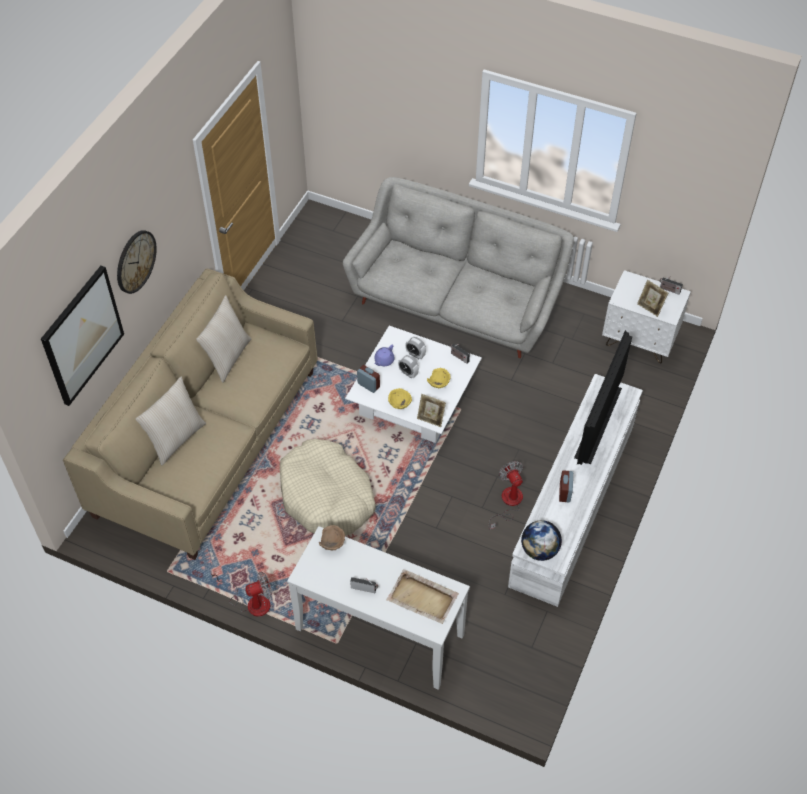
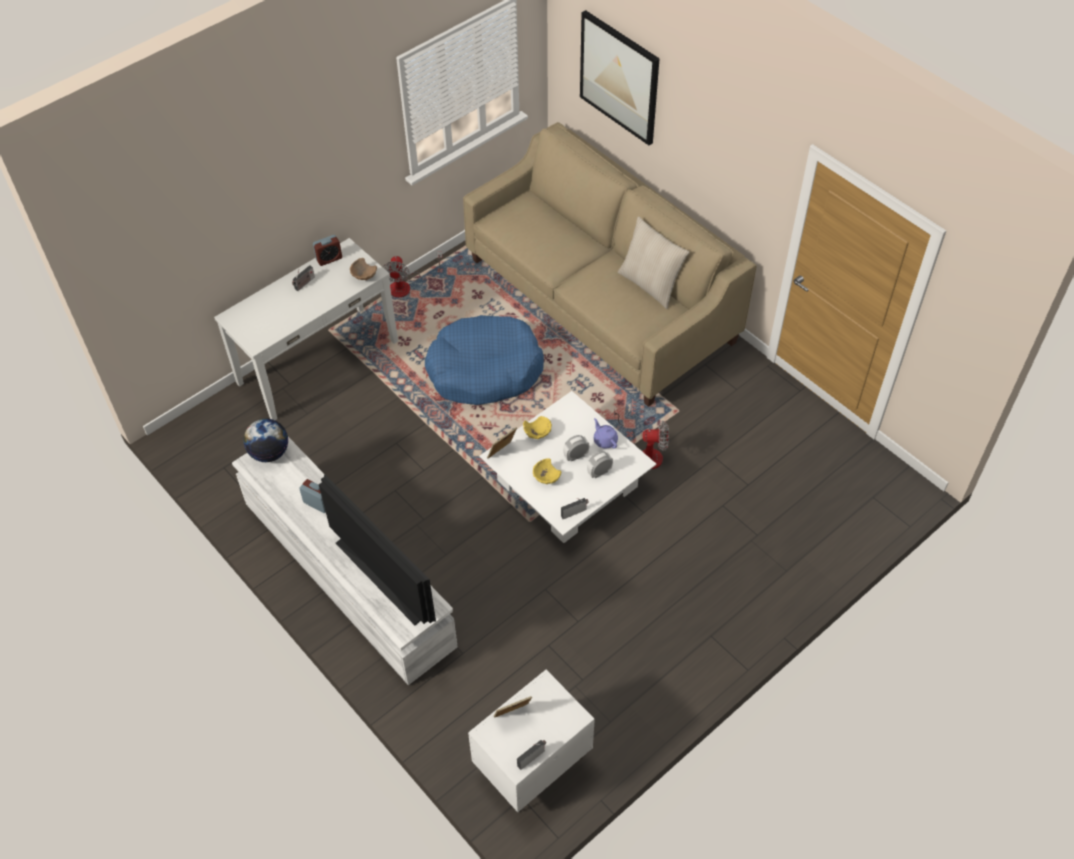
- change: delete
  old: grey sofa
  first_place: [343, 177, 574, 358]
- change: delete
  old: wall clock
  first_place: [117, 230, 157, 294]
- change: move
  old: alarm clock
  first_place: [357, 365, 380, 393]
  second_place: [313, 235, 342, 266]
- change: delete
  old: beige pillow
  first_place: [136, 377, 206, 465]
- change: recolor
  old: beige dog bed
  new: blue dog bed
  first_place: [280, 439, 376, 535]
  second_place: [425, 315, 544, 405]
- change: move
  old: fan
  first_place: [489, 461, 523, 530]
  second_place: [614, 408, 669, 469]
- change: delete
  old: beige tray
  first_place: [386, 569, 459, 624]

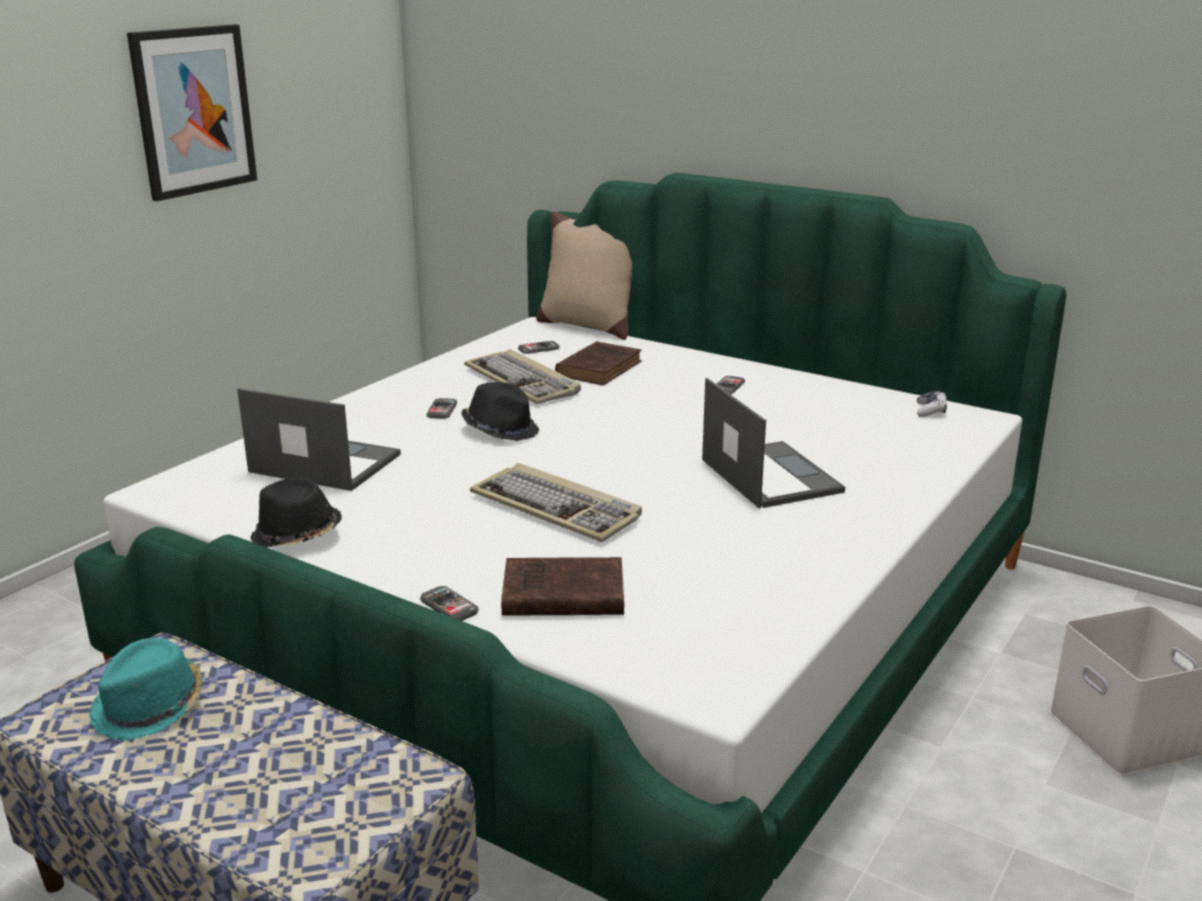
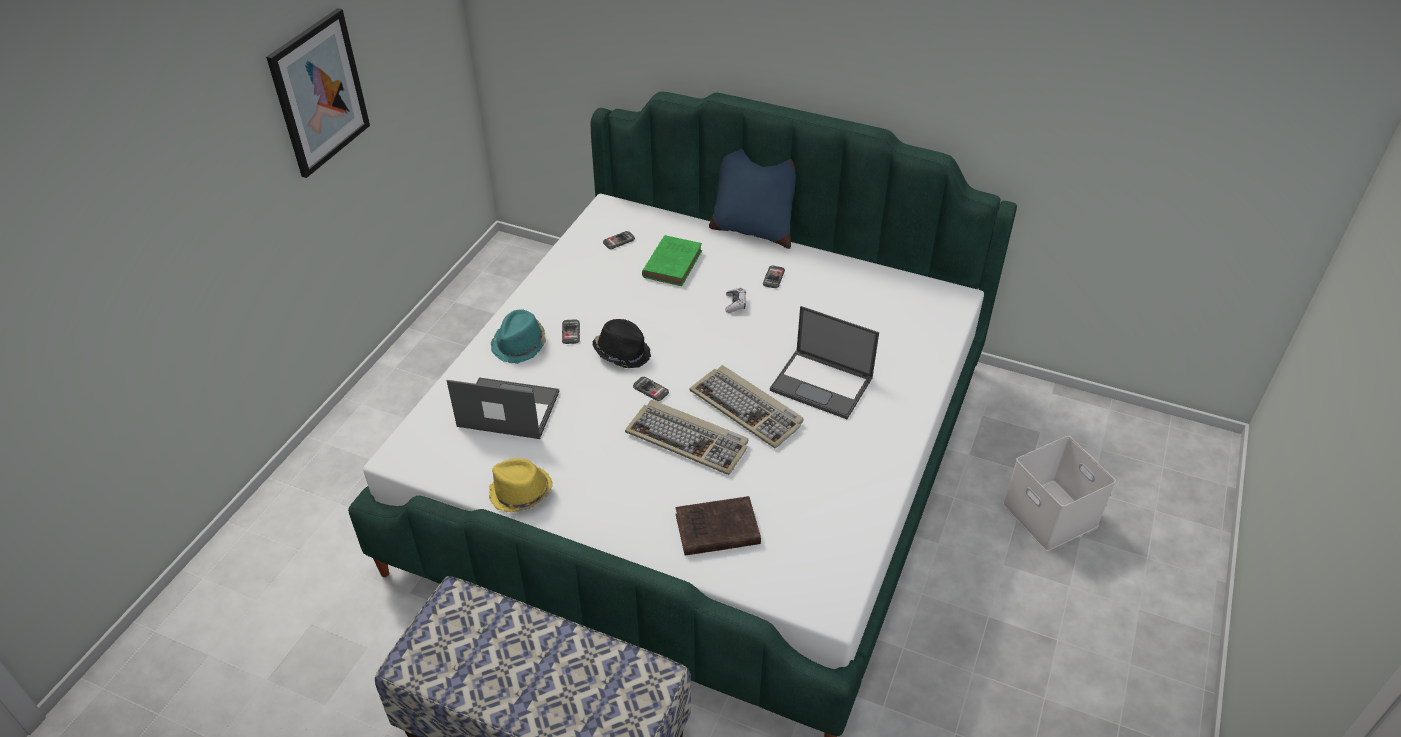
- change: delete
  old: beige pillow
  first_place: [536, 212, 632, 340]
- change: recolor
  old: brown book
  new: green book
  first_place: [555, 341, 642, 385]
  second_place: [642, 235, 702, 286]
- change: move
  old: keyboard
  first_place: [464, 349, 581, 404]
  second_place: [689, 365, 804, 449]
- change: rotate
  old: laptop
  first_place: [702, 378, 845, 509]
  second_place: [770, 306, 879, 419]
  degrees: 150
- change: move
  old: game controller
  first_place: [917, 391, 947, 417]
  second_place: [725, 288, 746, 313]
- change: recolor
  old: black hat
  new: yellow hat
  first_place: [250, 477, 342, 548]
  second_place: [489, 458, 553, 512]
- change: move
  old: phone
  first_place: [420, 586, 479, 621]
  second_place: [633, 377, 669, 401]
- change: move
  old: turquoise hat
  first_place: [89, 638, 202, 741]
  second_place: [491, 309, 546, 364]
- change: insert
  new: blue pillow
  second_place: [709, 149, 796, 249]

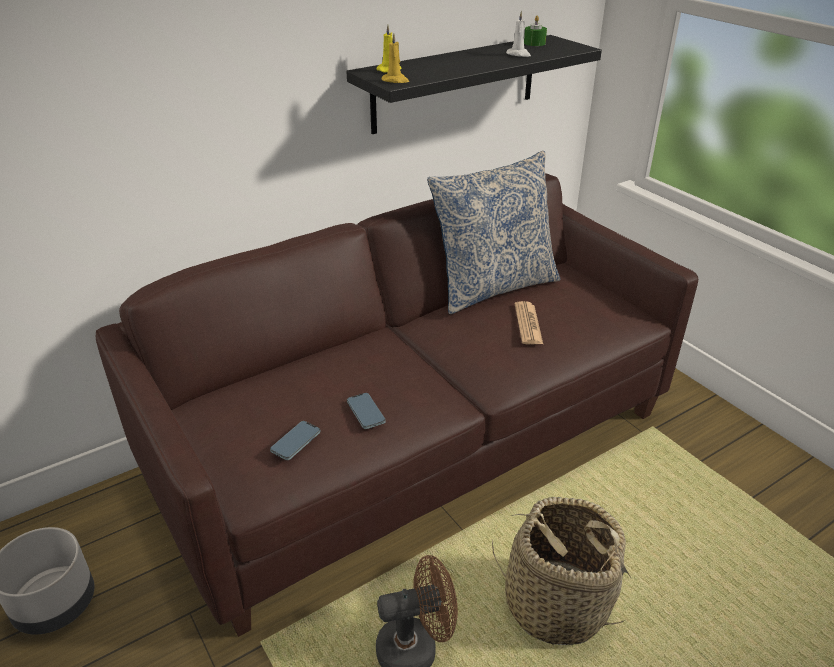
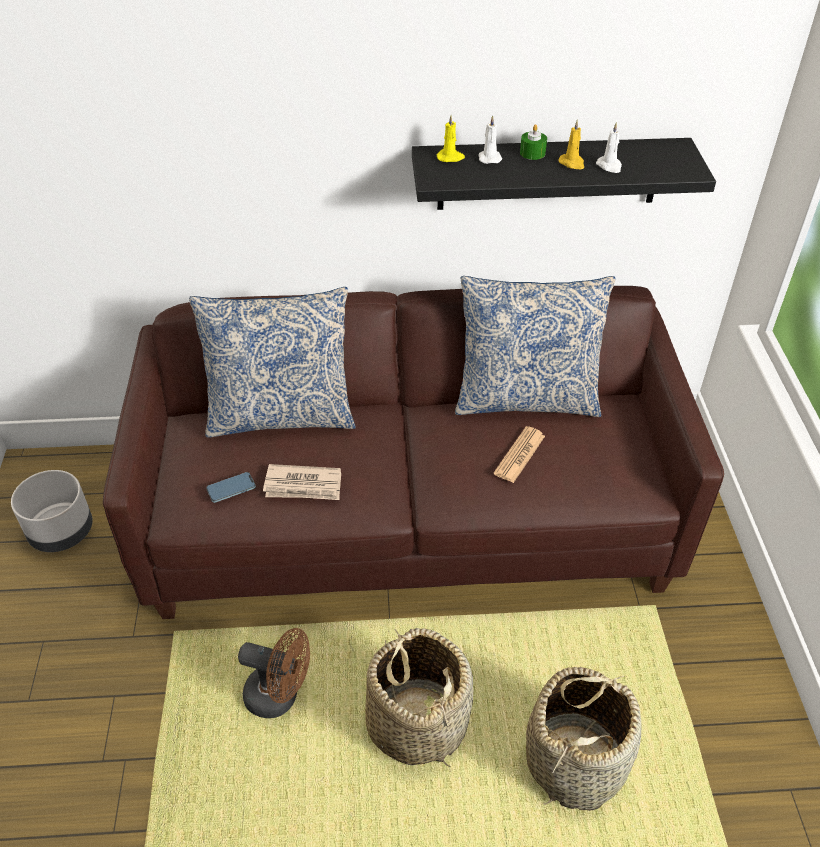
- change: move
  old: green candle
  first_place: [524, 16, 547, 46]
  second_place: [520, 124, 547, 160]
- change: move
  old: yellow candle
  first_place: [382, 33, 409, 83]
  second_place: [558, 119, 584, 169]
- change: replace
  old: phone
  new: newspaper
  first_place: [347, 393, 386, 429]
  second_place: [263, 464, 341, 500]
- change: insert
  new: white candle
  second_place: [478, 115, 502, 164]
- change: insert
  new: pillow
  second_place: [189, 287, 356, 438]
- change: insert
  new: basket
  second_place: [526, 667, 642, 811]

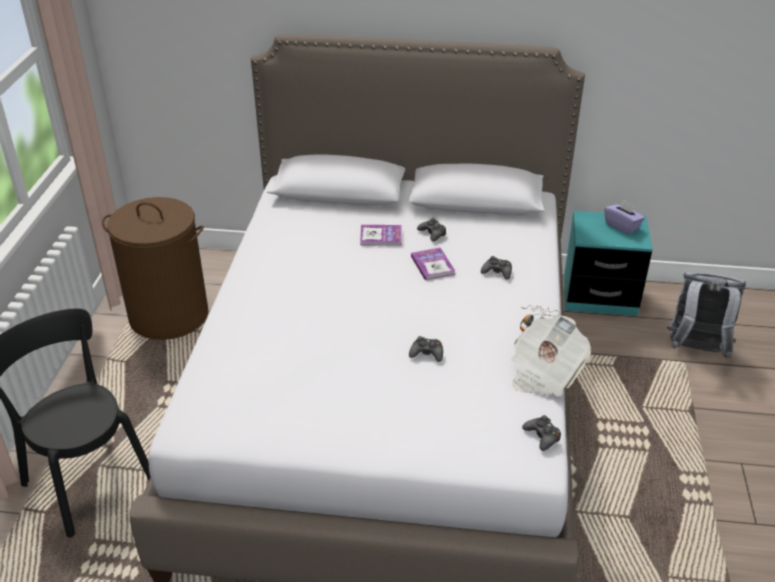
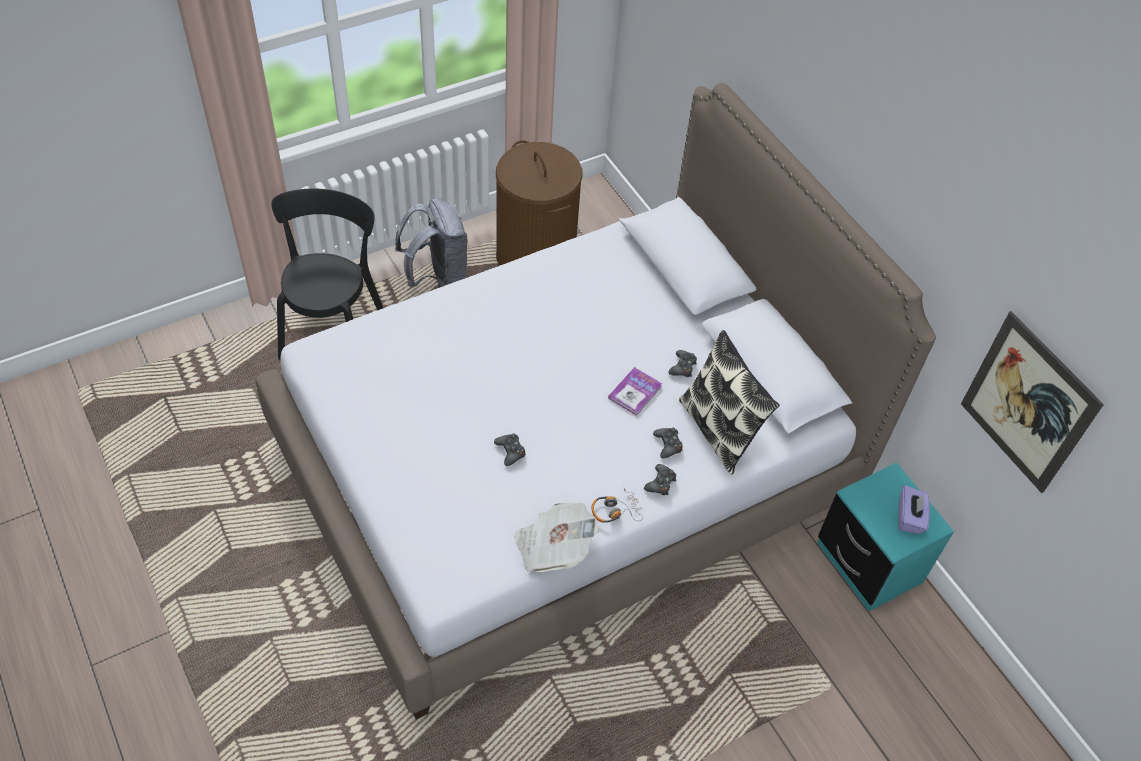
- change: delete
  old: book
  first_place: [360, 225, 402, 246]
- change: move
  old: grey backpack
  first_place: [667, 272, 746, 359]
  second_place: [395, 197, 468, 288]
- change: move
  old: black game controller
  first_place: [522, 415, 561, 451]
  second_place: [644, 464, 676, 495]
- change: insert
  new: picture
  second_place: [961, 311, 1104, 493]
- change: insert
  new: pillow
  second_place: [679, 330, 780, 475]

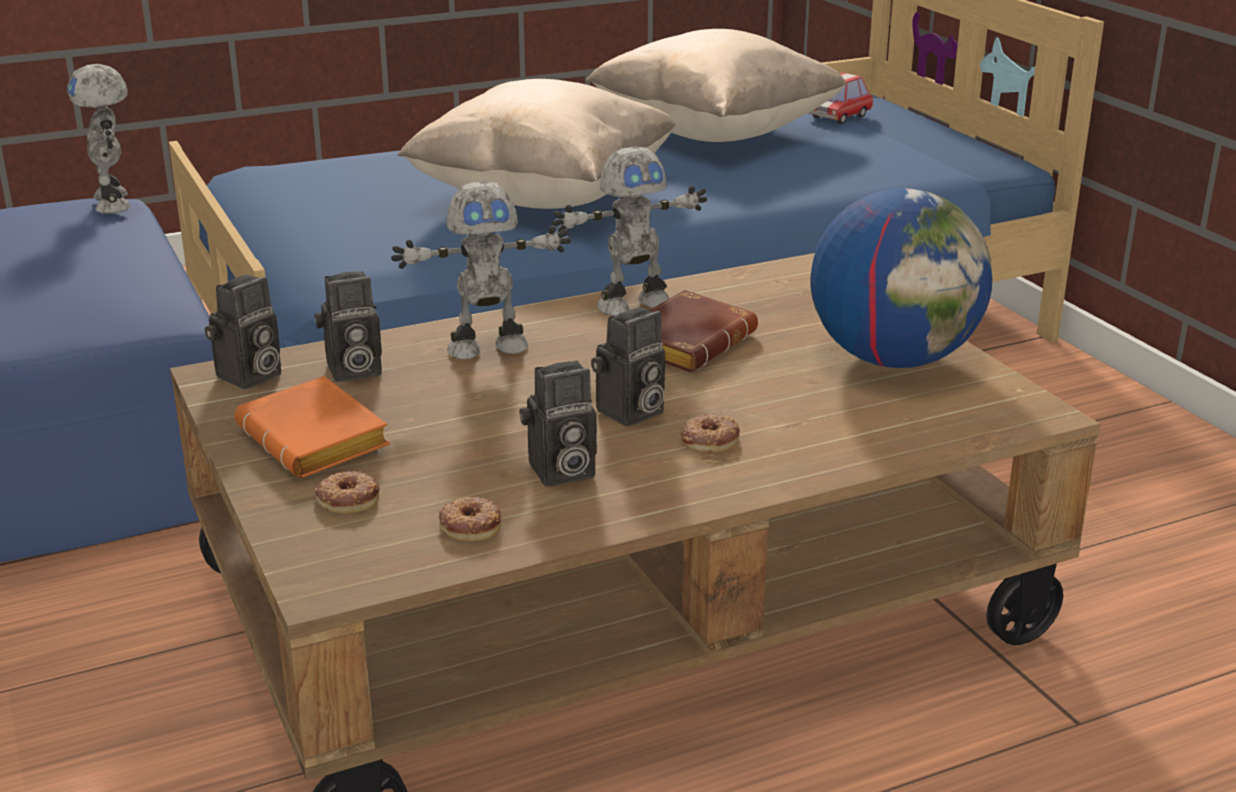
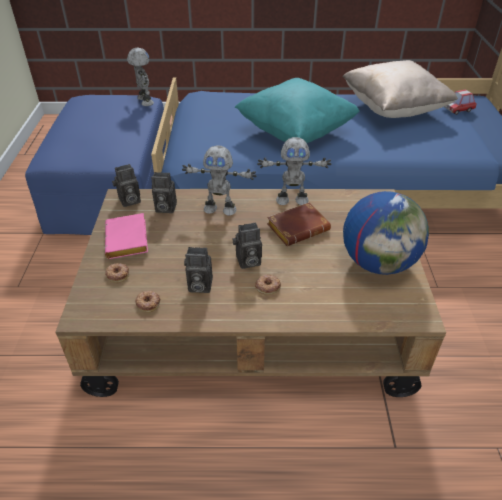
- change: rotate
  old: toy robot
  first_place: [67, 64, 130, 214]
  second_place: [127, 47, 154, 106]
  degrees: 150
- change: recolor
  old: beige pillow
  new: turquoise pillow
  first_place: [397, 79, 676, 209]
  second_place: [234, 78, 360, 143]
- change: recolor
  old: orange book
  new: pink book
  first_place: [235, 376, 390, 478]
  second_place: [105, 213, 148, 259]

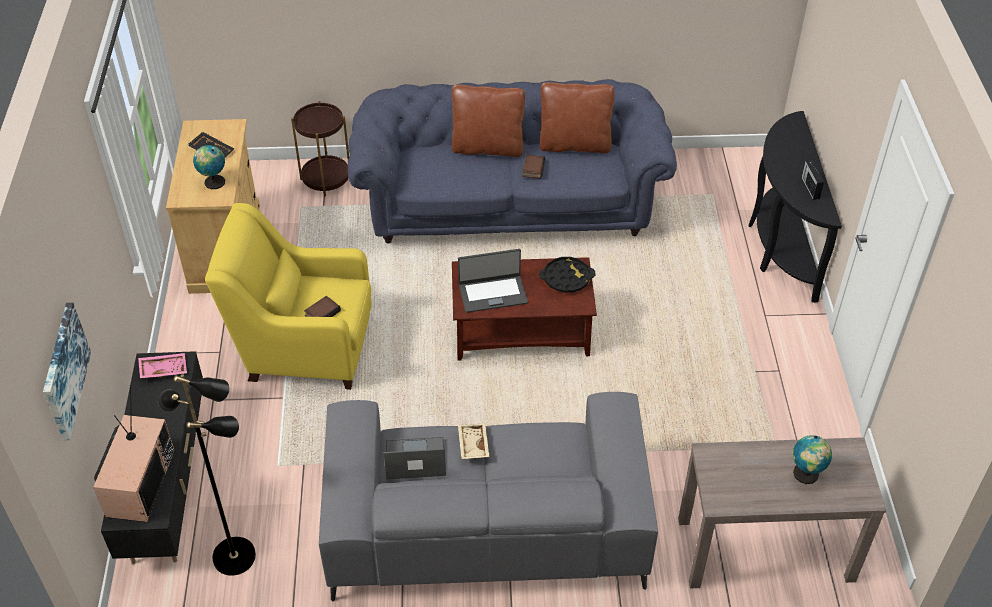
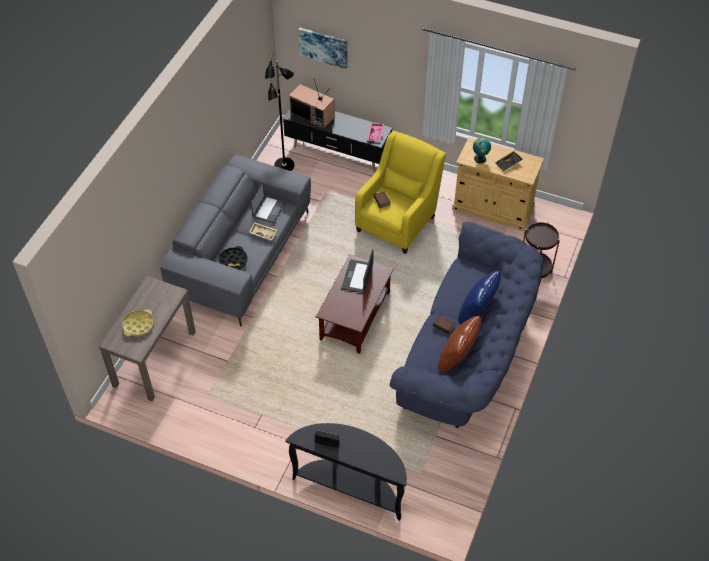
- change: recolor
  old: brown pillow
  new: blue pillow
  first_place: [452, 84, 525, 157]
  second_place: [458, 271, 501, 324]
- change: move
  old: black tray
  first_place: [539, 257, 595, 293]
  second_place: [219, 246, 247, 270]
- change: replace
  old: globe
  new: yellow tray
  first_place: [793, 435, 832, 484]
  second_place: [122, 309, 154, 336]

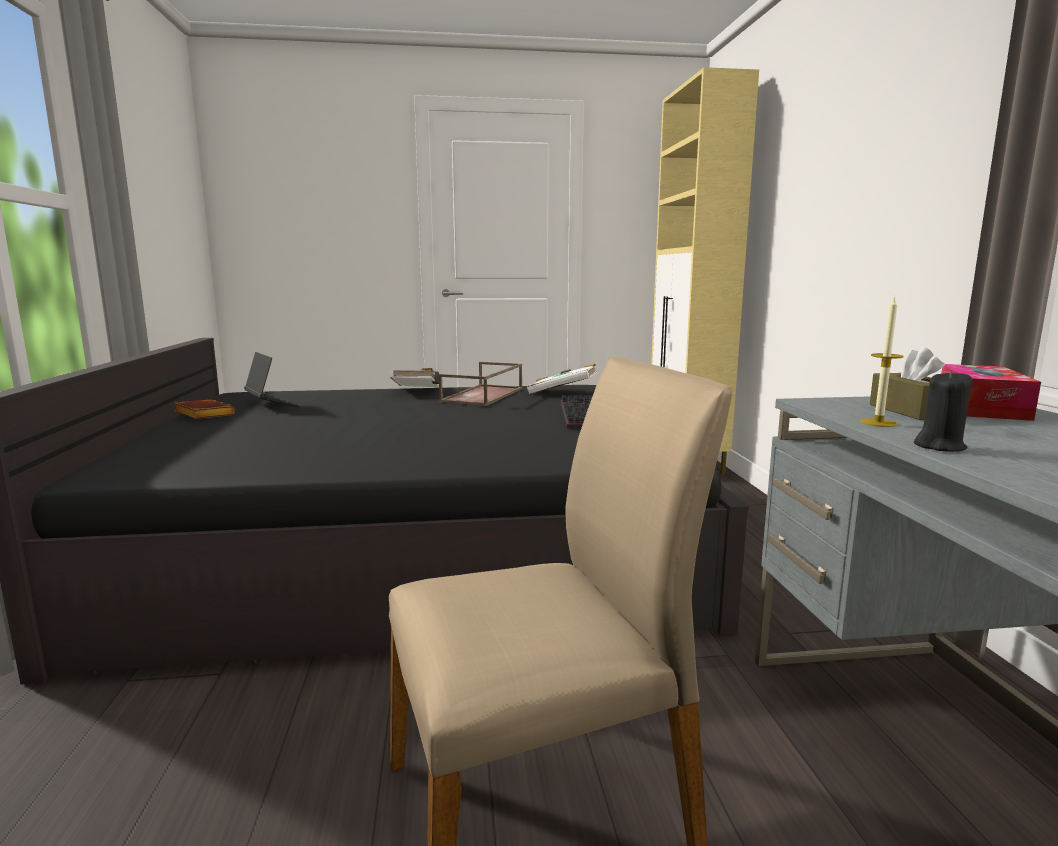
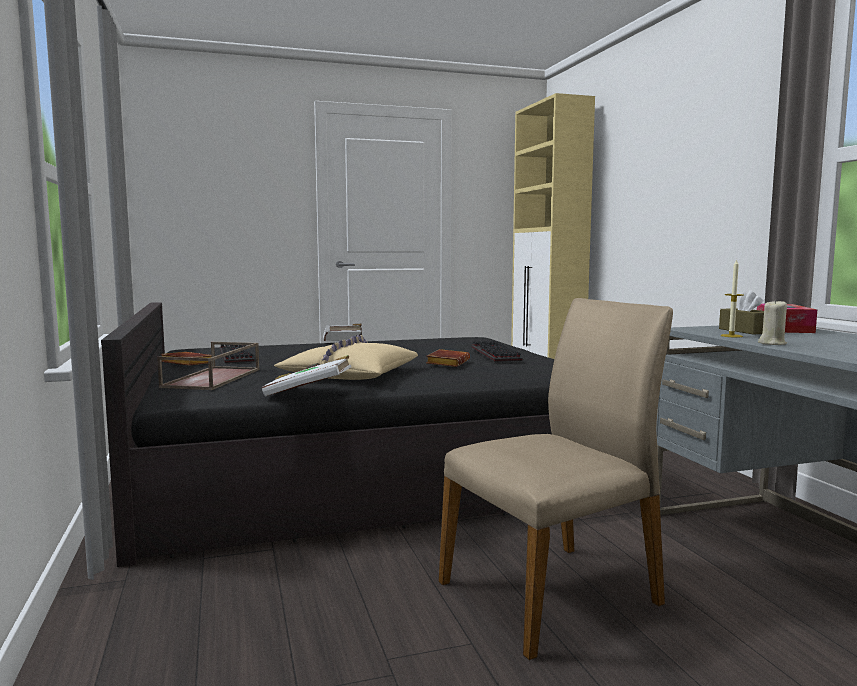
- change: replace
  old: laptop
  new: keyboard
  first_place: [244, 352, 300, 407]
  second_place: [220, 345, 254, 363]
- change: move
  old: brown tray
  first_place: [439, 362, 522, 406]
  second_place: [157, 342, 260, 390]
- change: move
  old: white book
  first_place: [527, 364, 597, 394]
  second_place: [262, 355, 351, 397]
- change: recolor
  old: black candle
  new: beige candle
  first_place: [914, 370, 973, 452]
  second_place: [758, 299, 787, 345]
- change: insert
  new: beige pillow
  second_place: [274, 335, 418, 380]
- change: insert
  new: brown book
  second_place: [426, 349, 470, 367]

